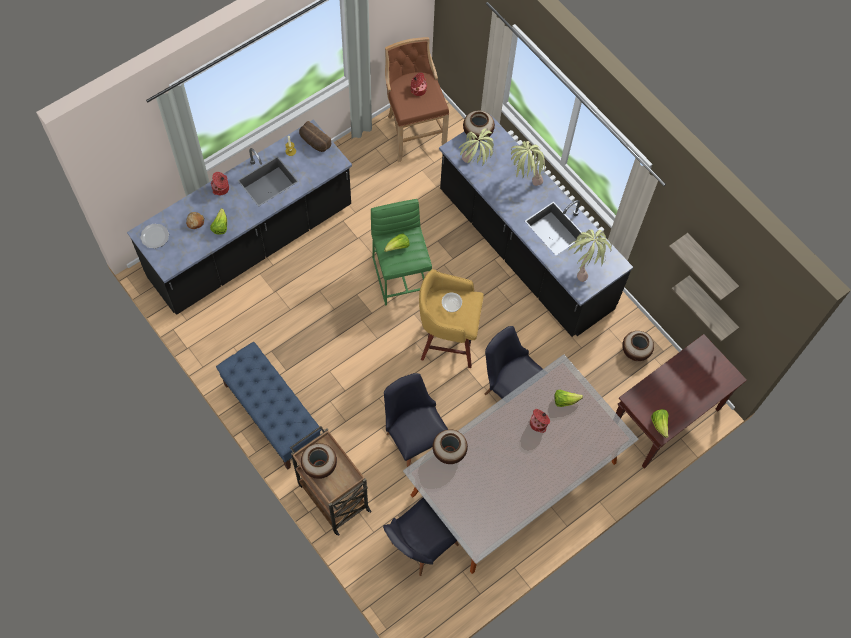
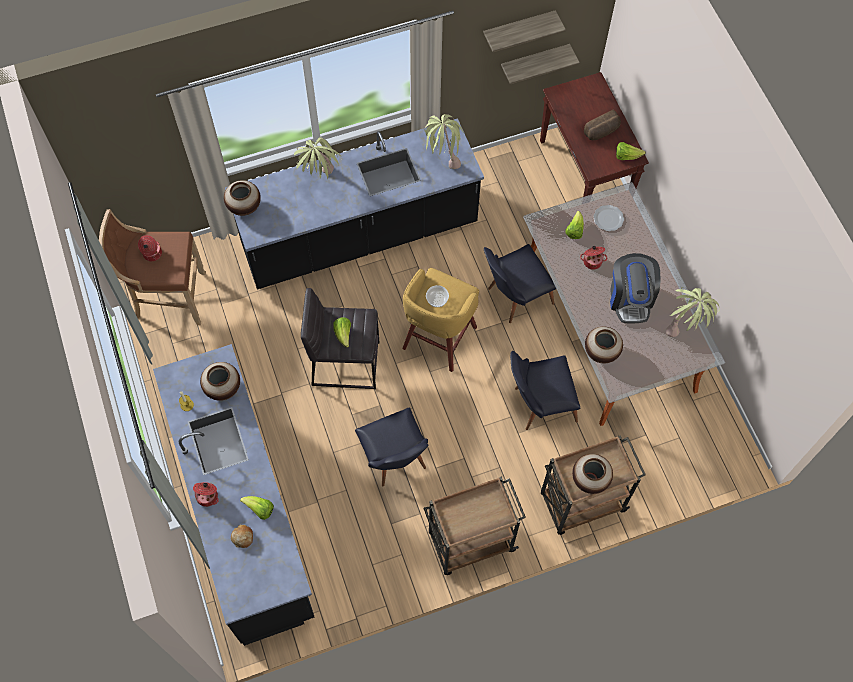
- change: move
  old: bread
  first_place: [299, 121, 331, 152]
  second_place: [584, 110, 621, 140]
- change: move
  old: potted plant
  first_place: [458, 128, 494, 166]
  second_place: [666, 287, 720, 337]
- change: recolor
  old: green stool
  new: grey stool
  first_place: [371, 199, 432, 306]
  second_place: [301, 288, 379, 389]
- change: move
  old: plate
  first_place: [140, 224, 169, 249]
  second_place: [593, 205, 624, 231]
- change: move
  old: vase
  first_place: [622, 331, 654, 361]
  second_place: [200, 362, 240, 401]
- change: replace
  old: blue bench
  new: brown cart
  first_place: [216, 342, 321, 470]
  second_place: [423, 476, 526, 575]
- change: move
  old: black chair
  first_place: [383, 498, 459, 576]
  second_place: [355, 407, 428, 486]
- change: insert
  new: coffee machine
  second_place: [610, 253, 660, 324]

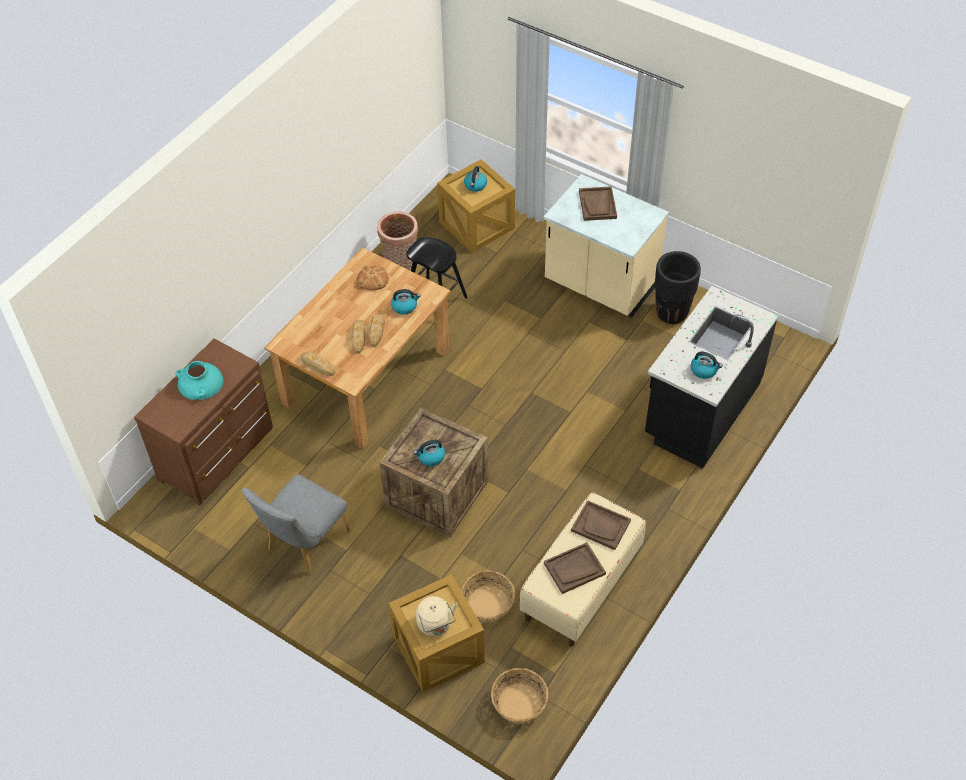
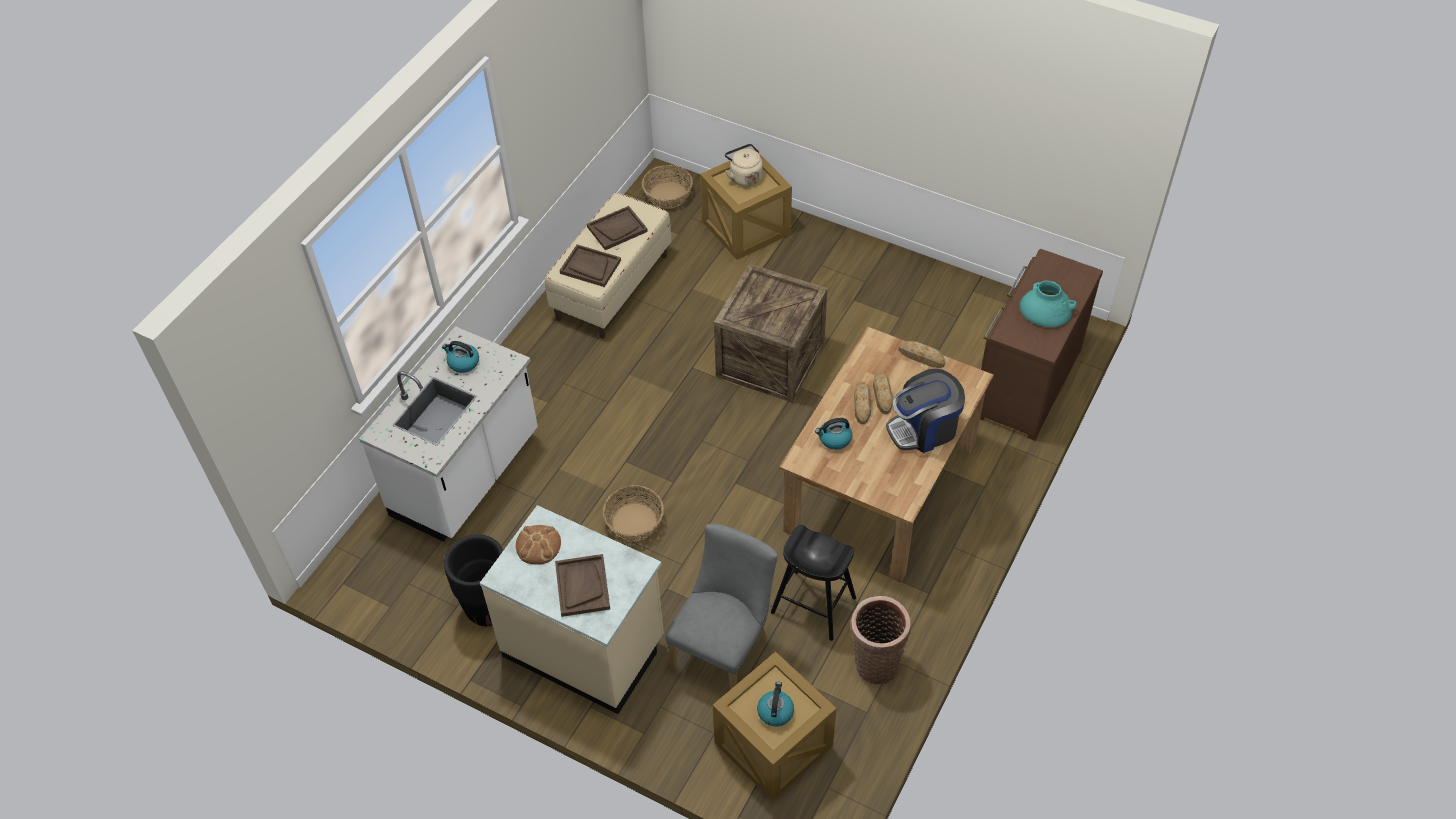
- change: move
  old: bread
  first_place: [356, 265, 389, 290]
  second_place: [516, 525, 561, 565]
- change: recolor
  old: black counter
  new: white counter
  first_place: [645, 286, 778, 469]
  second_place: [359, 326, 538, 542]
- change: delete
  old: kettle
  first_place: [413, 440, 445, 466]
- change: move
  old: grey chair
  first_place: [242, 474, 350, 574]
  second_place: [665, 524, 778, 690]
- change: move
  old: basket
  first_place: [461, 571, 515, 622]
  second_place: [603, 485, 664, 541]
- change: insert
  new: coffee machine
  second_place: [886, 368, 965, 453]

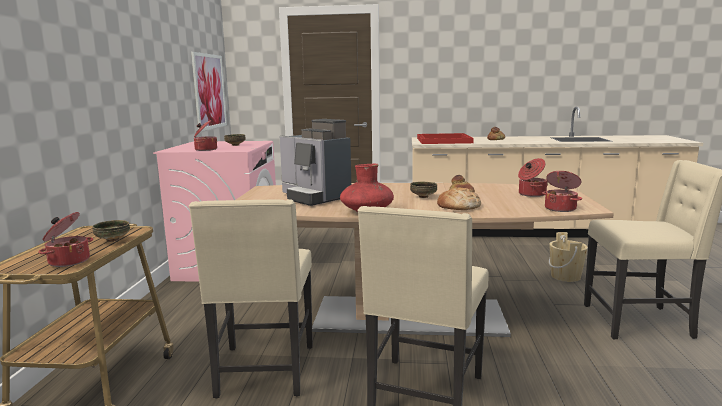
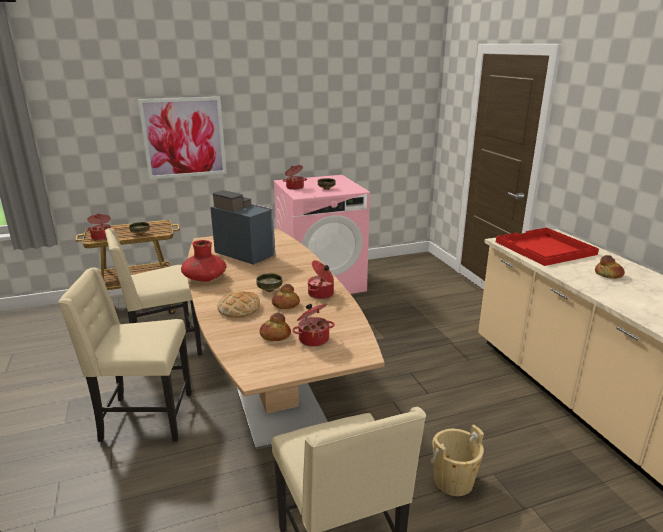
- change: move
  old: picture
  first_place: [191, 52, 227, 131]
  second_place: [138, 97, 227, 180]
- change: rotate
  old: coffee machine
  first_place: [280, 119, 351, 206]
  second_place: [210, 190, 275, 265]
  degrees: 105
- change: move
  old: cooking pot
  first_place: [542, 171, 582, 212]
  second_place: [308, 260, 334, 299]
- change: insert
  new: bread
  second_place: [259, 313, 291, 341]

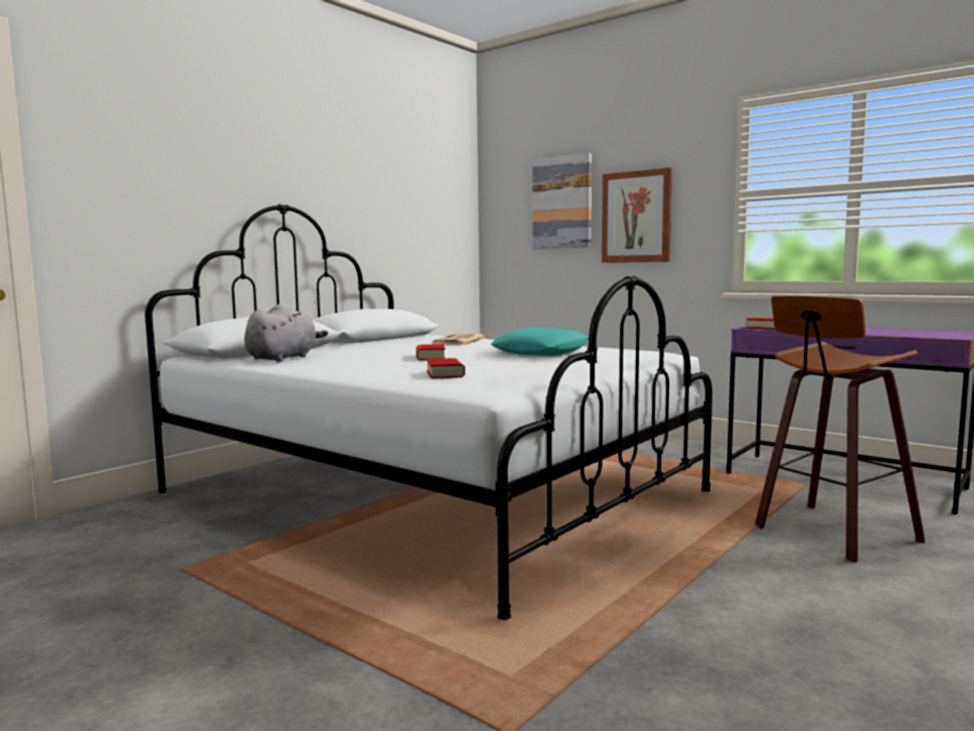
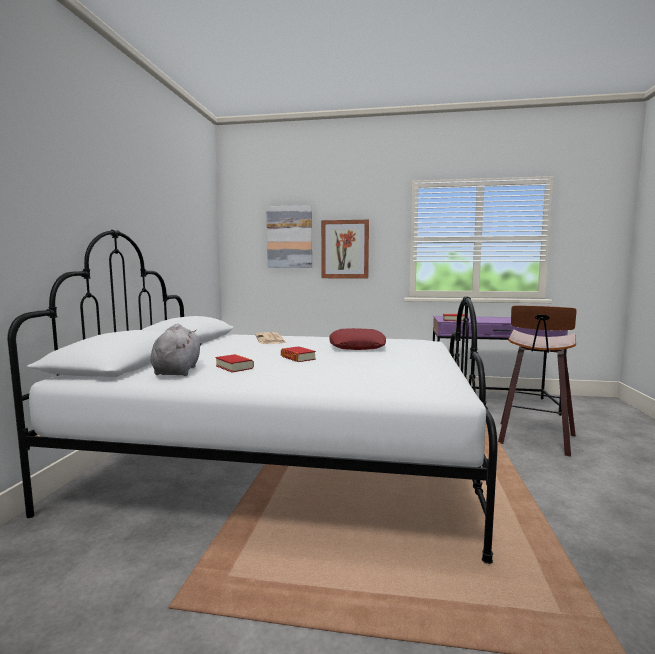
- change: recolor
  old: turquoise pillow
  new: red pillow
  first_place: [491, 328, 589, 356]
  second_place: [330, 328, 386, 350]
- change: move
  old: book
  first_place: [426, 358, 465, 379]
  second_place: [215, 354, 254, 373]

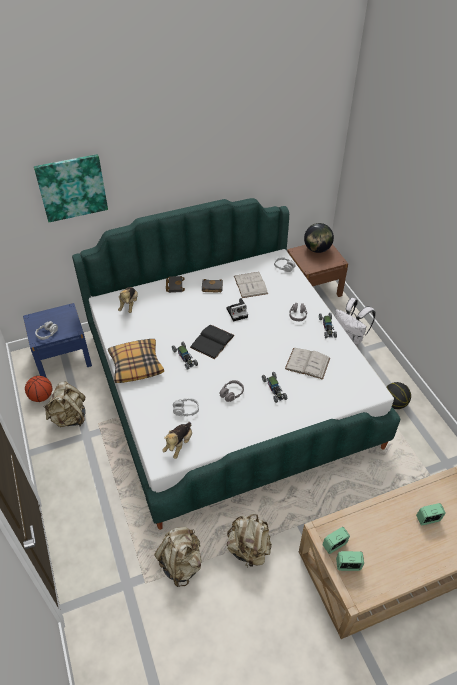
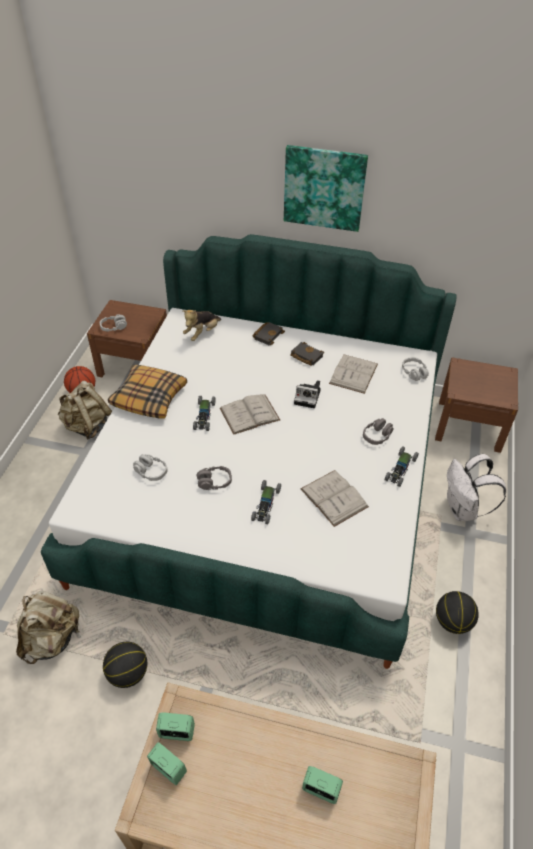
- change: move
  old: picture
  first_place: [34, 154, 108, 222]
  second_place: [284, 145, 368, 232]
- change: delete
  old: globe
  first_place: [304, 223, 334, 253]
- change: recolor
  old: blue nightstand
  new: brown nightstand
  first_place: [23, 303, 92, 378]
  second_place: [87, 300, 167, 377]
- change: recolor
  old: black book
  new: white book
  first_place: [190, 324, 235, 359]
  second_place: [220, 394, 280, 435]
- change: delete
  old: plush toy
  first_place: [162, 422, 192, 459]
- change: replace
  old: beige backpack
  new: basketball
  first_place: [227, 514, 272, 569]
  second_place: [103, 642, 147, 688]

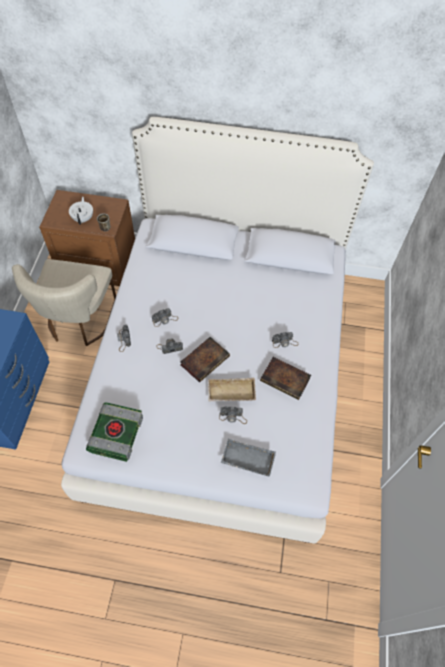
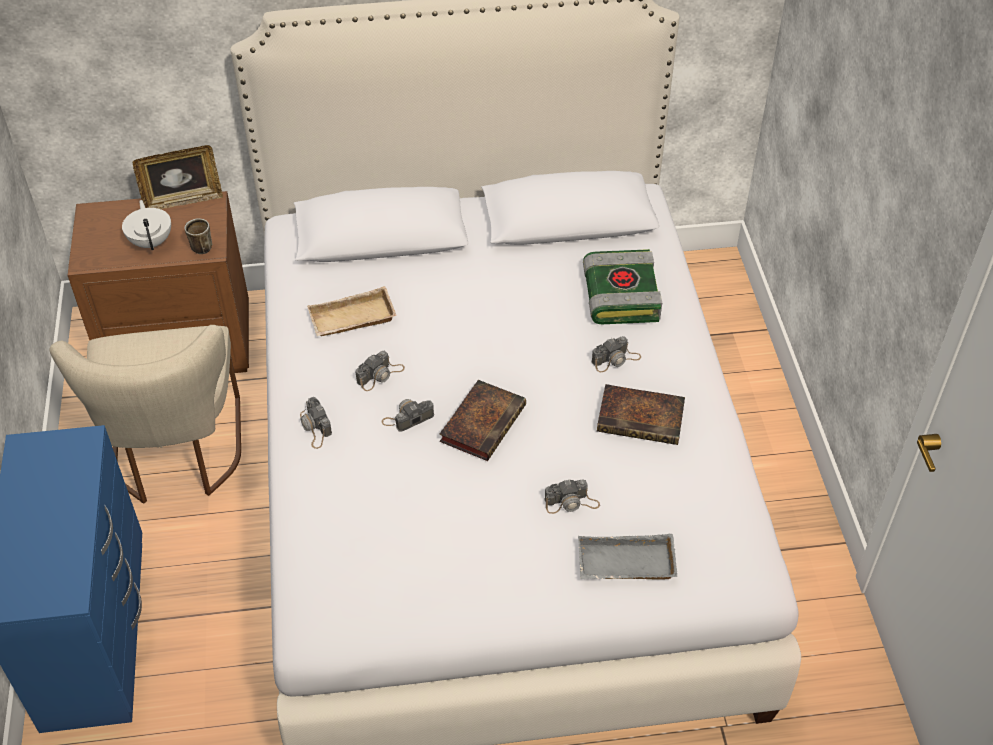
- change: move
  old: beige tray
  first_place: [208, 378, 256, 402]
  second_place: [307, 286, 397, 336]
- change: move
  old: book
  first_place: [86, 402, 143, 462]
  second_place: [583, 249, 662, 324]
- change: insert
  new: picture frame
  second_place: [133, 145, 223, 209]

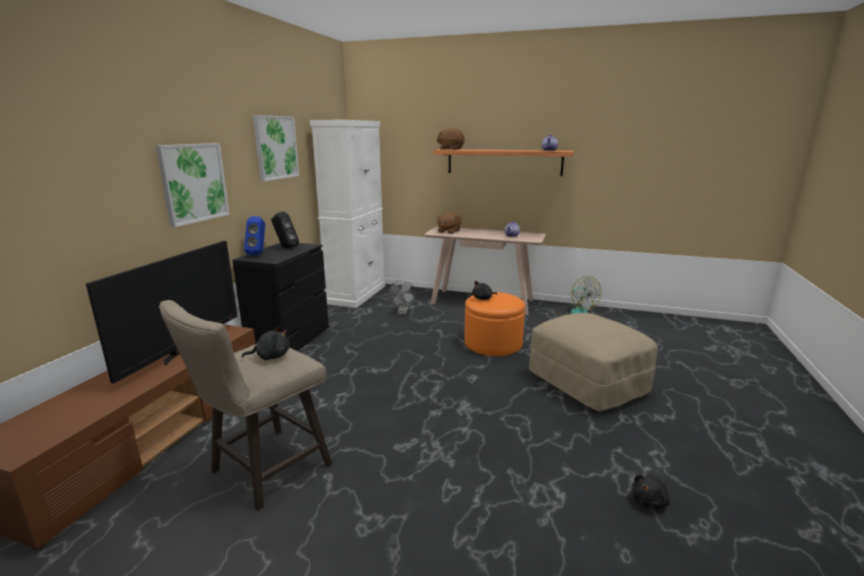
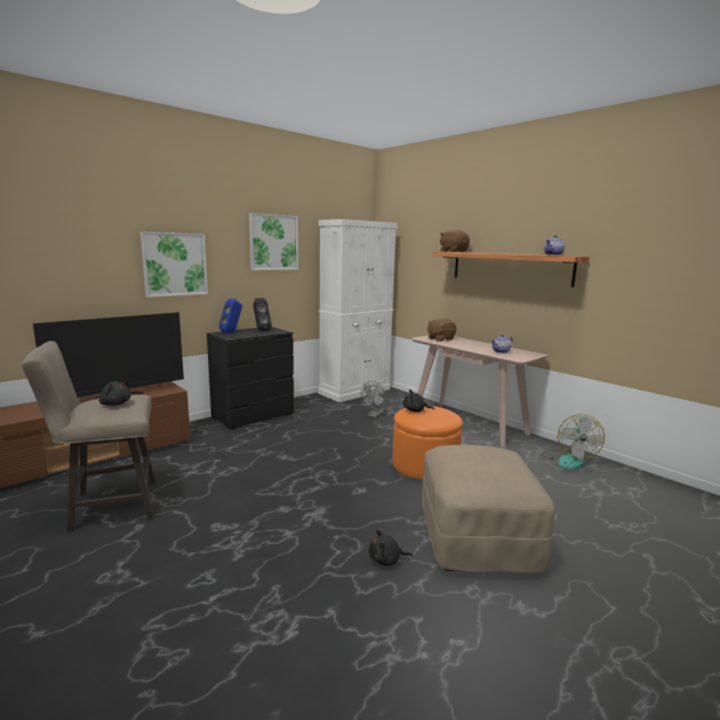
- change: move
  old: black plush toy
  first_place: [632, 475, 670, 509]
  second_place: [369, 530, 413, 566]

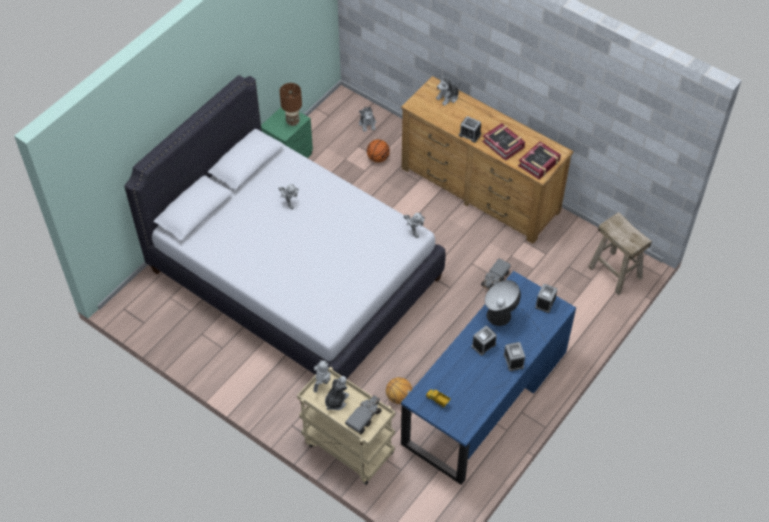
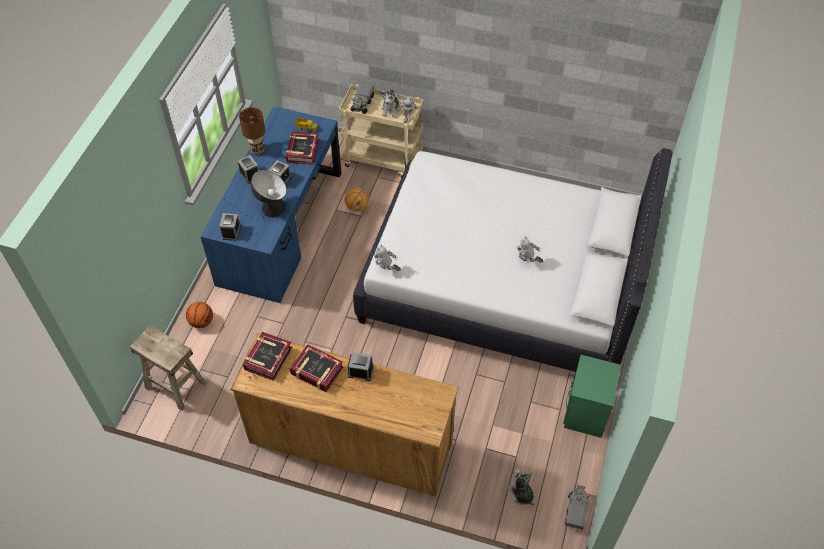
- change: delete
  old: plush toy
  first_place: [436, 75, 461, 106]
- change: move
  old: brown table lamp
  first_place: [279, 83, 302, 126]
  second_place: [239, 107, 265, 155]
- change: move
  old: basketball
  first_place: [367, 139, 390, 163]
  second_place: [186, 302, 213, 328]
- change: move
  old: toy truck
  first_place: [481, 258, 511, 290]
  second_place: [565, 484, 589, 529]
- change: insert
  new: book
  second_place: [286, 132, 319, 165]

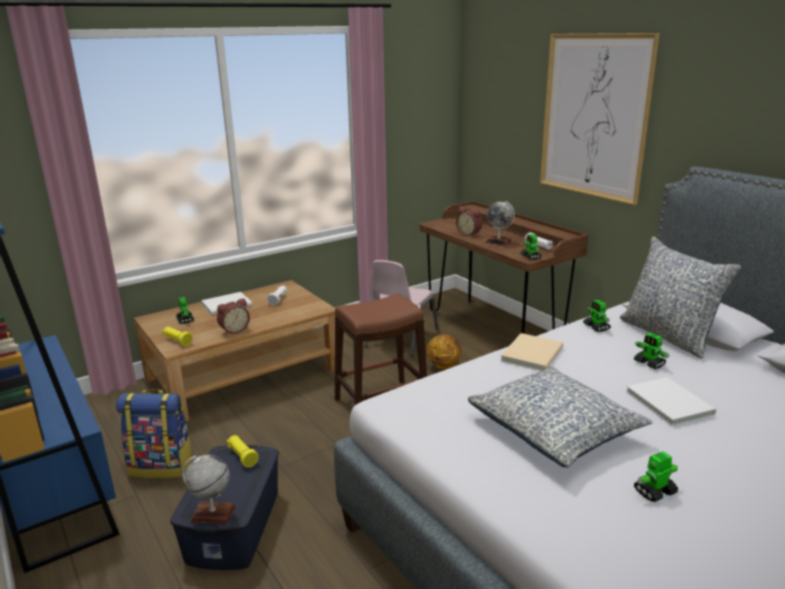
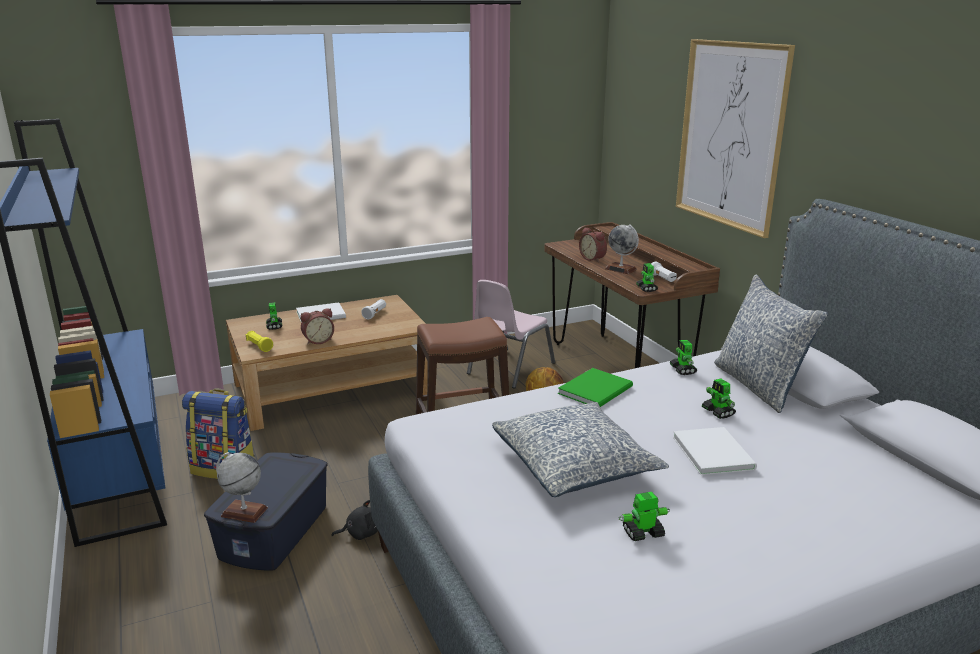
- change: recolor
  old: beige book
  new: green book
  first_place: [501, 333, 563, 371]
  second_place: [558, 368, 633, 407]
- change: delete
  old: yellow flashlight
  first_place: [227, 435, 259, 467]
- change: insert
  new: black plush toy
  second_place: [332, 500, 378, 540]

